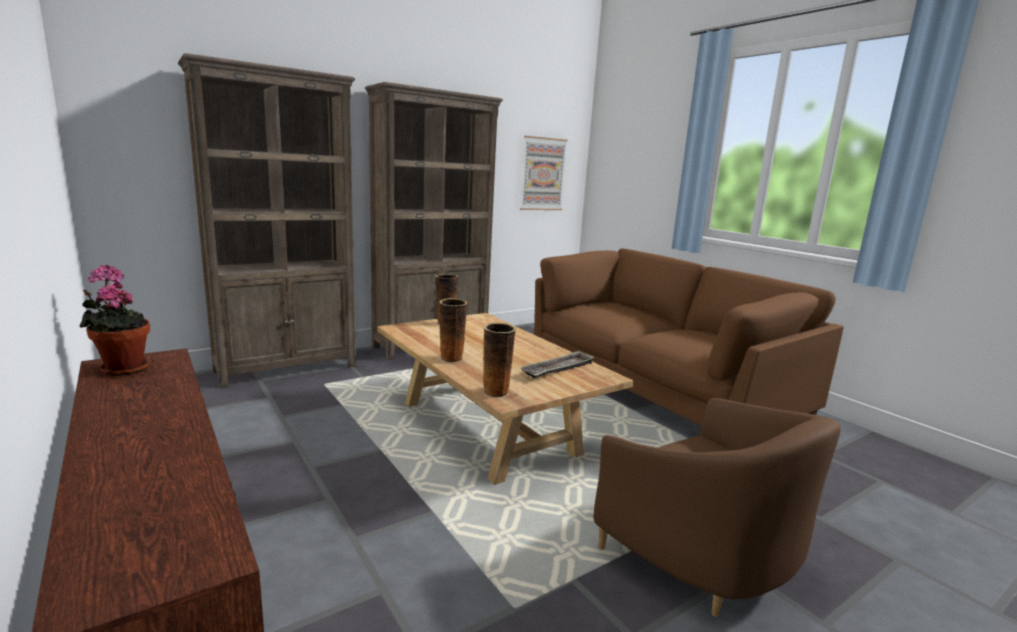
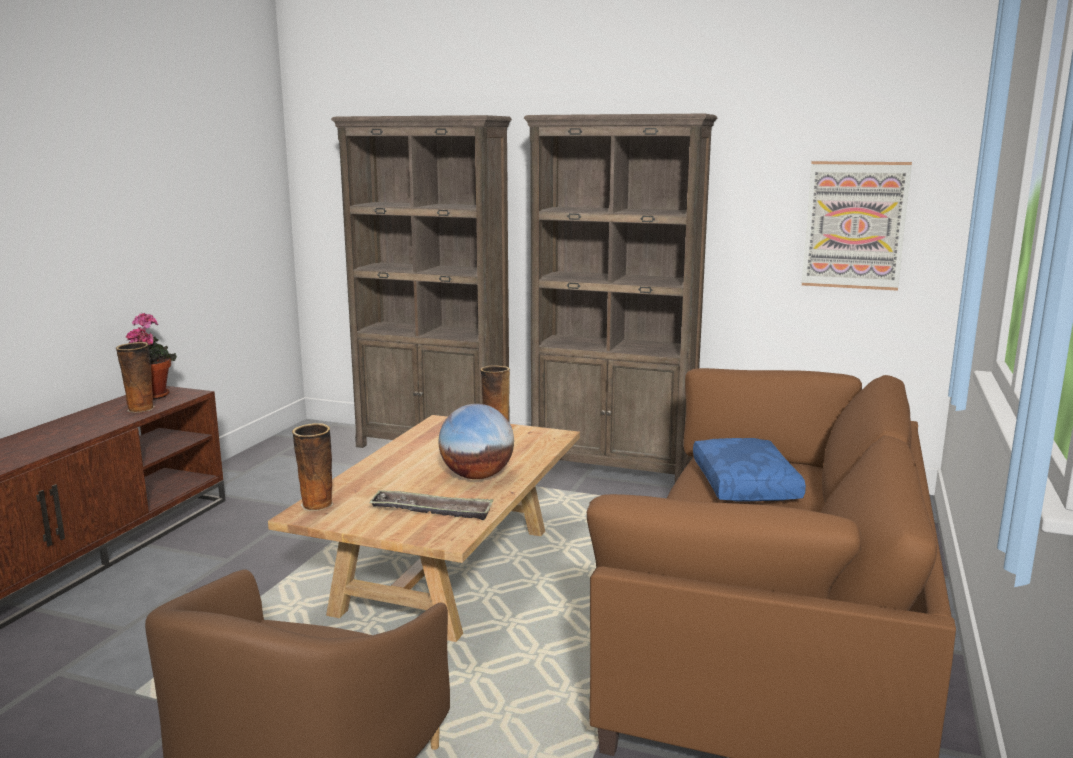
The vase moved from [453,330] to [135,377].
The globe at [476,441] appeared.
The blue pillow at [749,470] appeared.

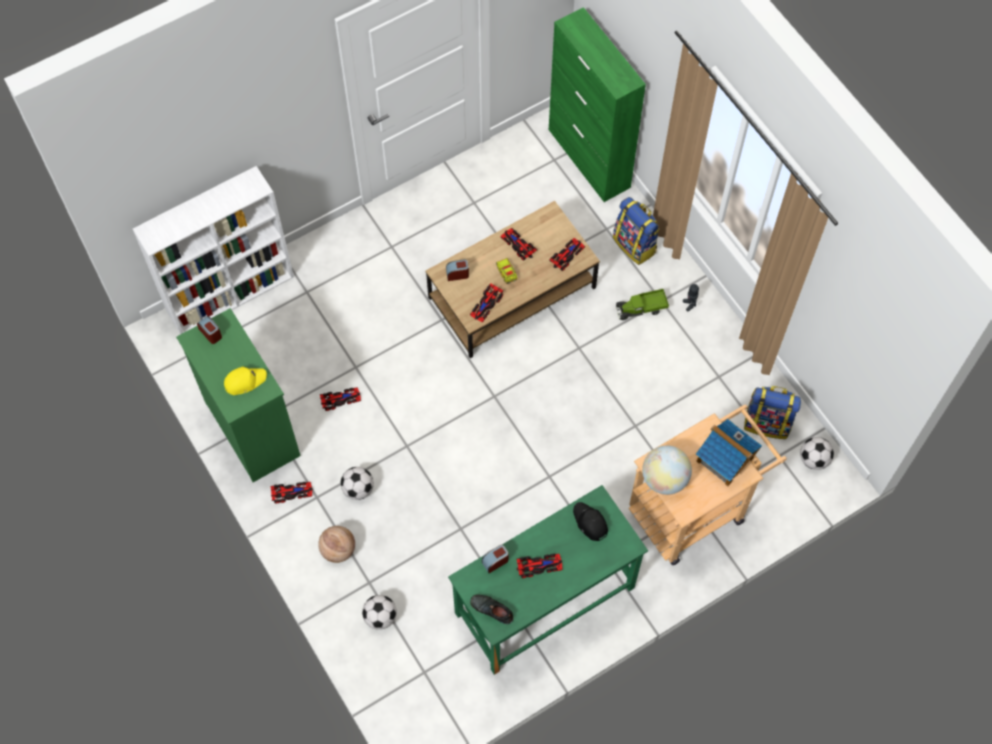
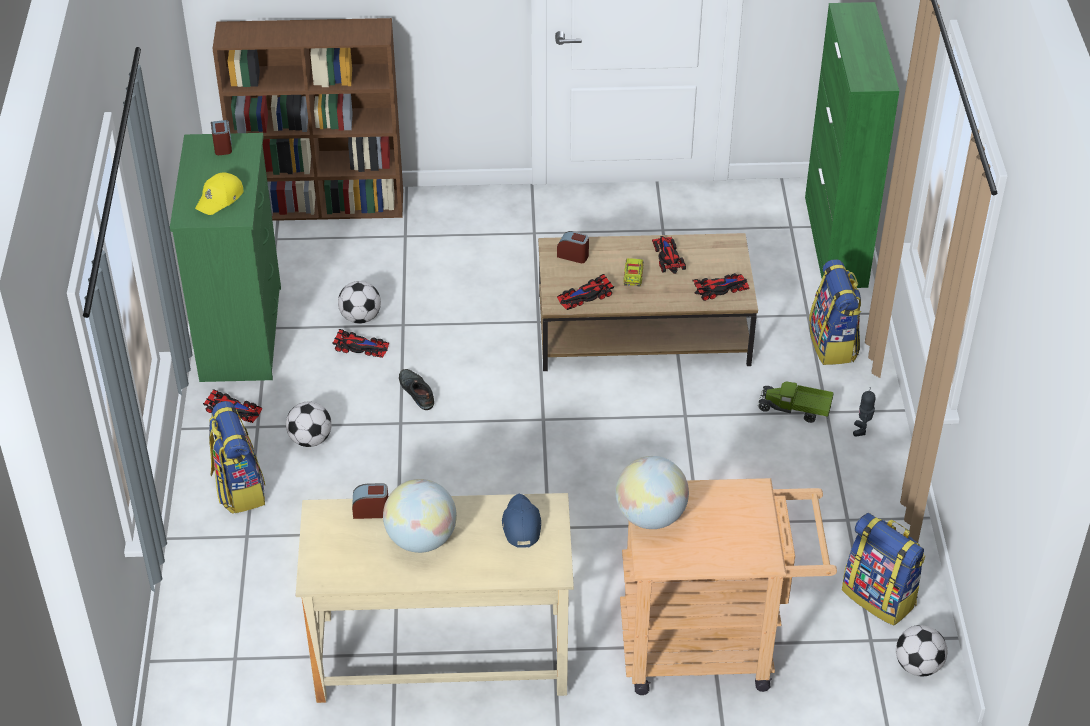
The white bookcase at [213,250] became the brown bookcase at [307,119].
The yellow cap at [245,380] turned 120 degrees clockwise.
The basketball at [336,544] was replaced by the backpack at [237,457].
The football moved from [379,612] to [359,302].
The green desk at [548,580] became the beige desk at [435,598].
The black shoe moved from [492,609] to [416,389].
The toy car at [539,566] was replaced by the globe at [420,516].
The black cap at [590,521] became the blue cap at [521,521].
The toy house at [729,452] disappeared.

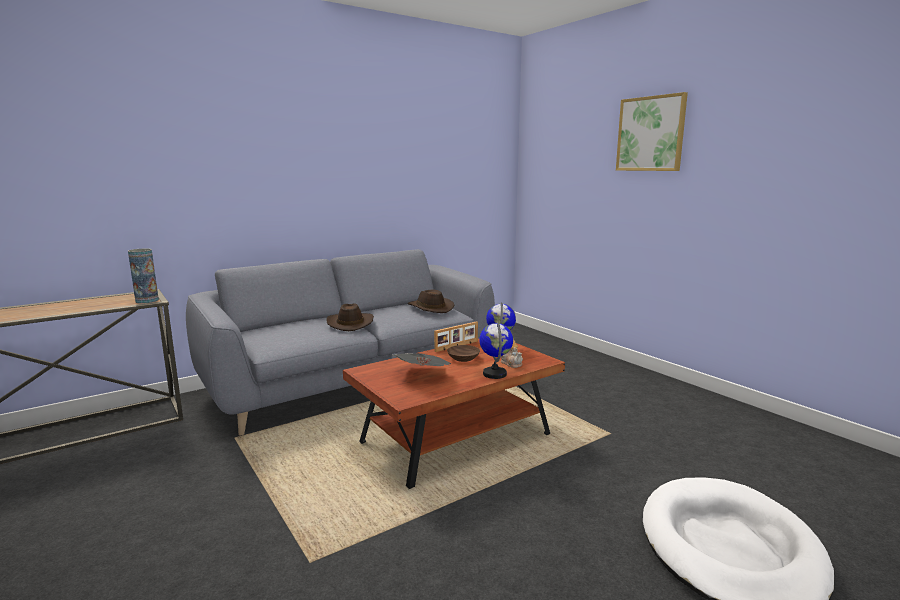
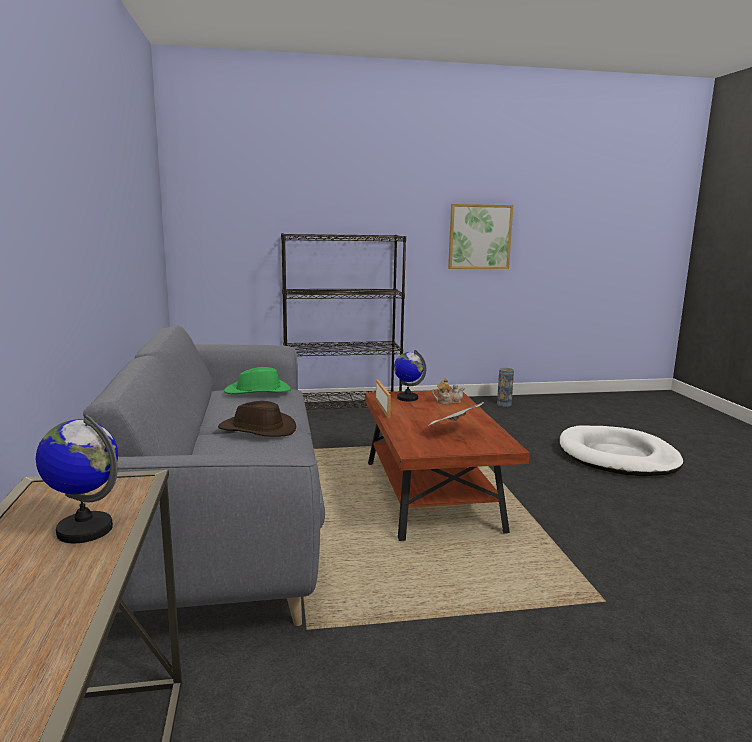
The vase moved from [143,276] to [505,387].
The brown hat at [431,301] became the green hat at [257,380].
The brown bowl at [463,353] disappeared.
The globe moved from [496,350] to [77,478].
The picture moved from [652,131] to [480,236].
The black bookcase at [343,321] appeared.

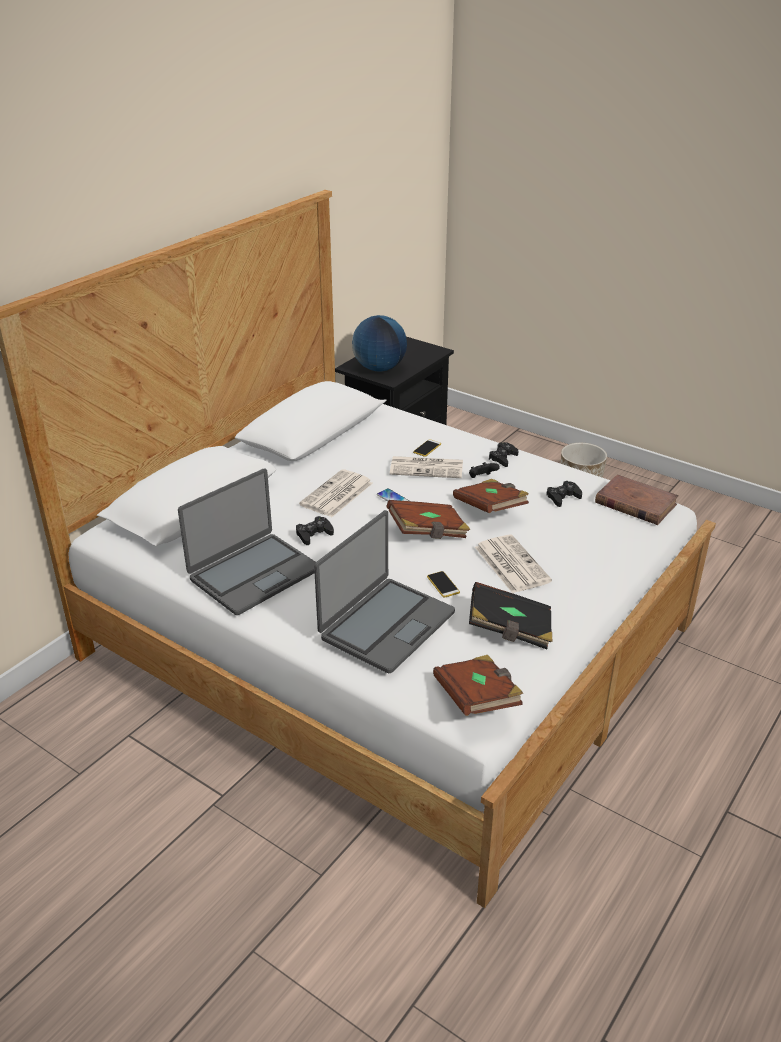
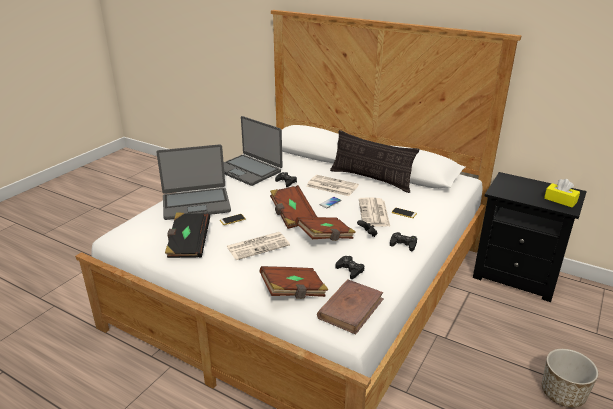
The laptop at [384,591] turned 45 degrees counterclockwise.
The globe at [379,343] disappeared.
The brown book moved from [478,685] to [293,282].
The pillow at [374,161] appeared.
The yellow tissue box at [562,193] appeared.

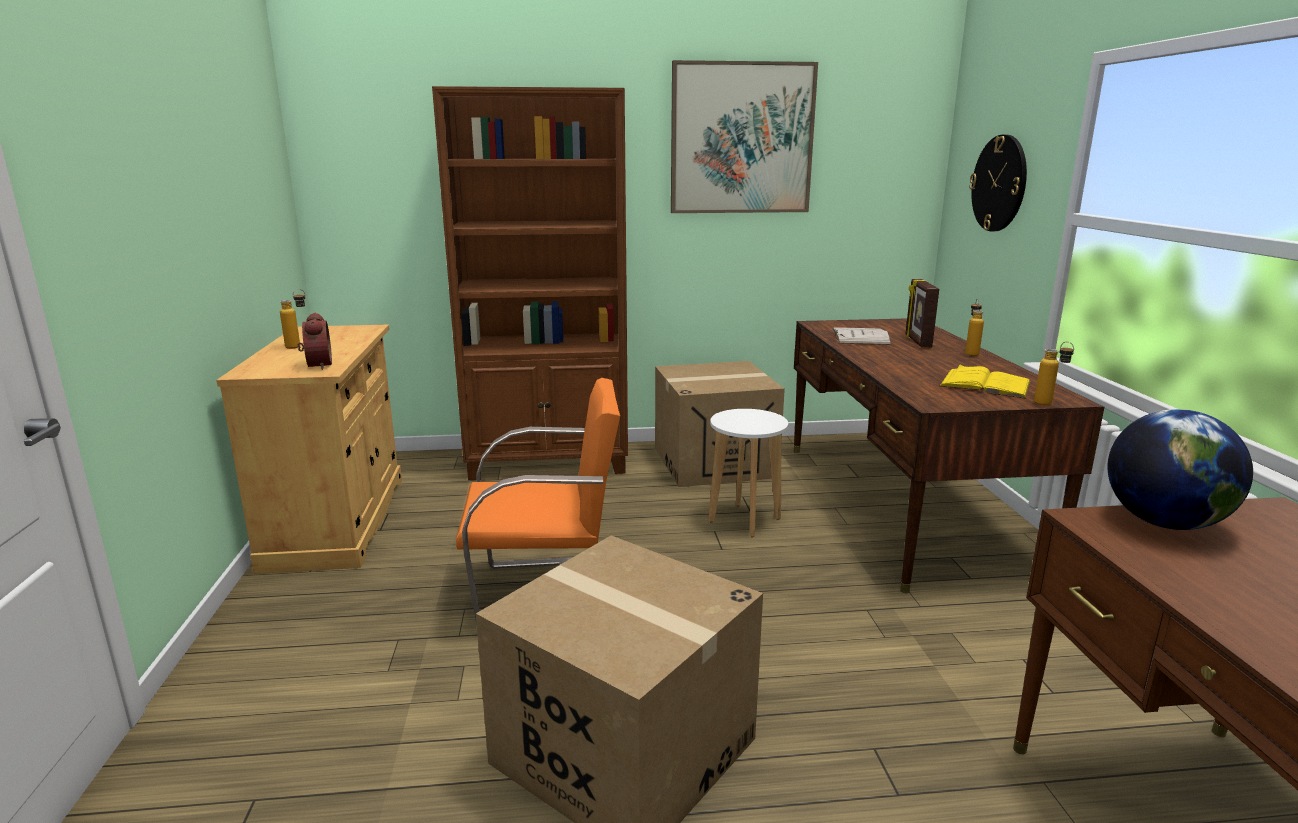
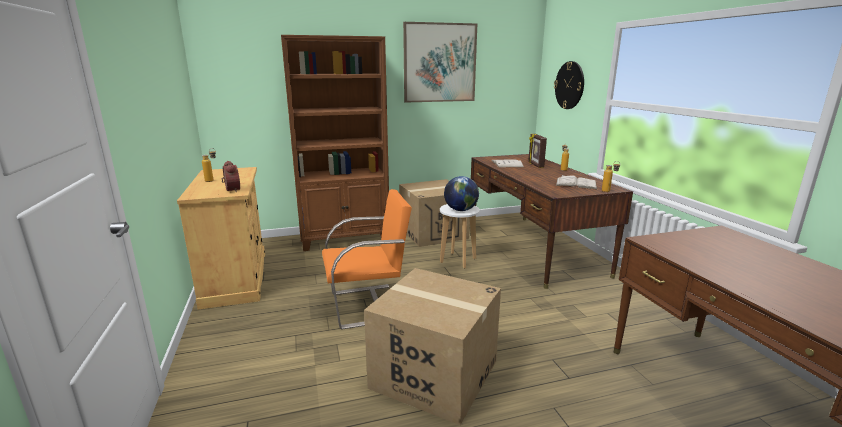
The yellow book at [985,382] became the white book at [577,182].
The globe moved from [1180,469] to [461,193].

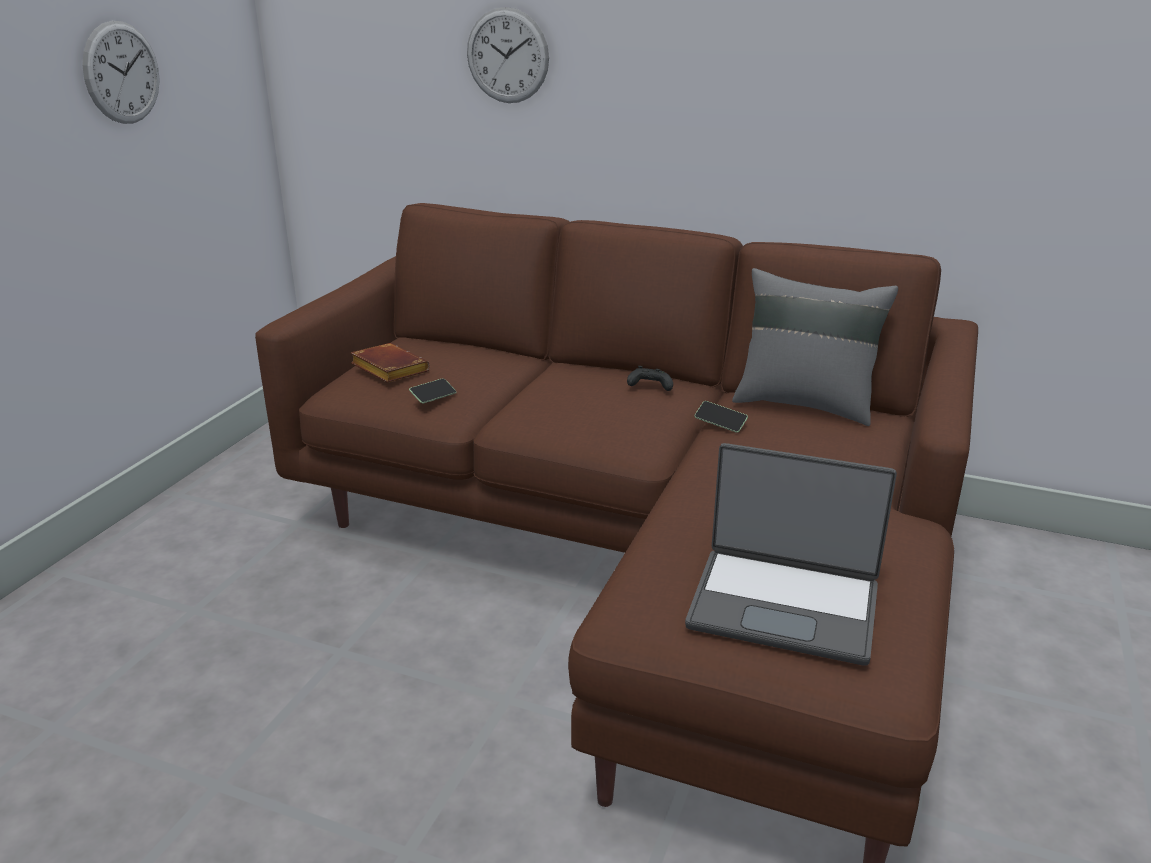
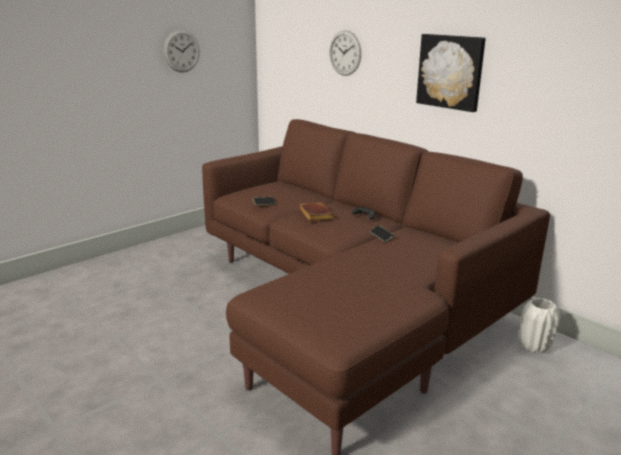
The brown book moved from [390,363] to [317,212].
The laptop at [791,554] disappeared.
The grey pillow at [815,347] disappeared.
The picture at [451,73] appeared.
The white vase at [540,326] appeared.

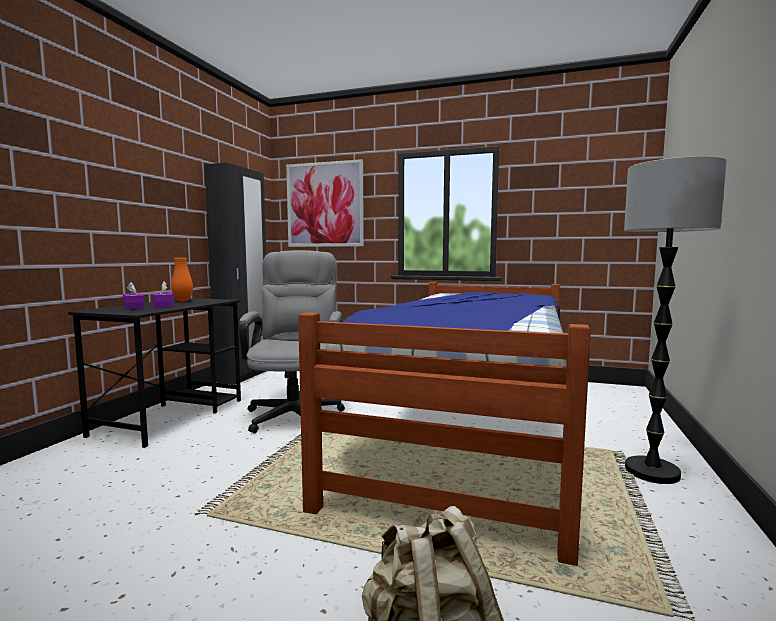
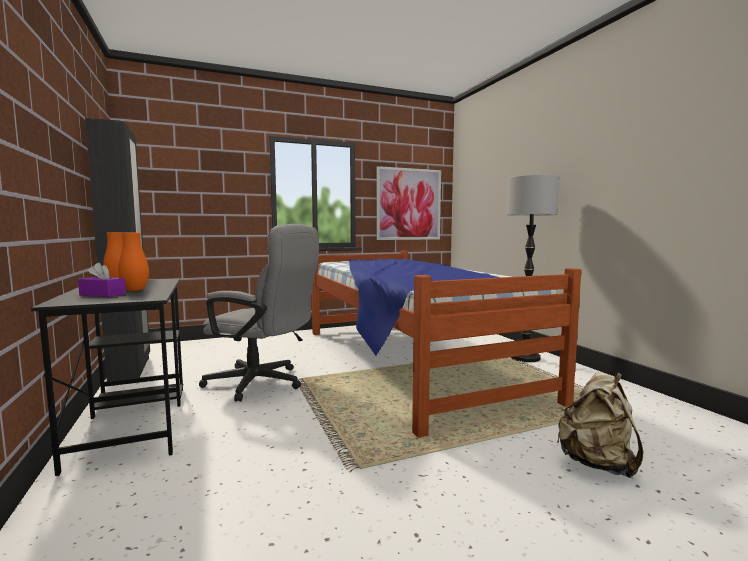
The purple tissue box at [163,294] was replaced by the orange vase at [133,262].
The grey office chair at [292,341] turned 150 degrees clockwise.
The picture moved from [325,203] to [409,203].

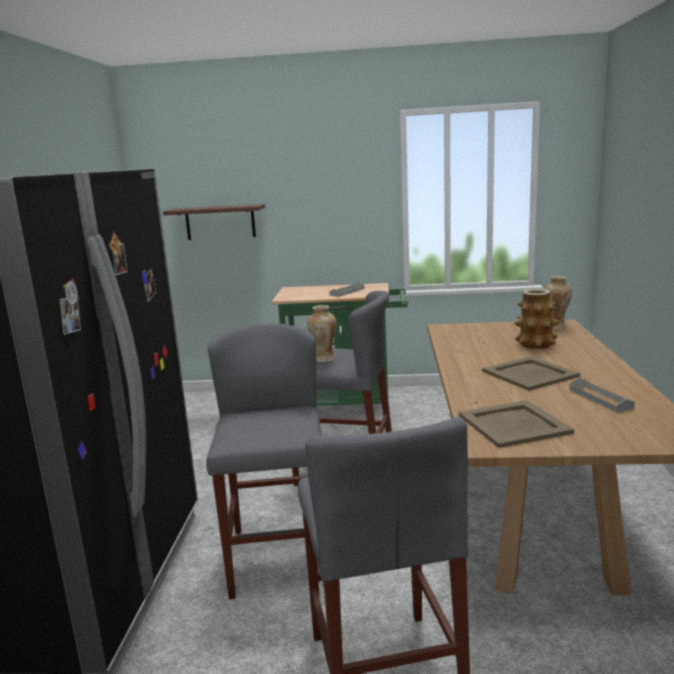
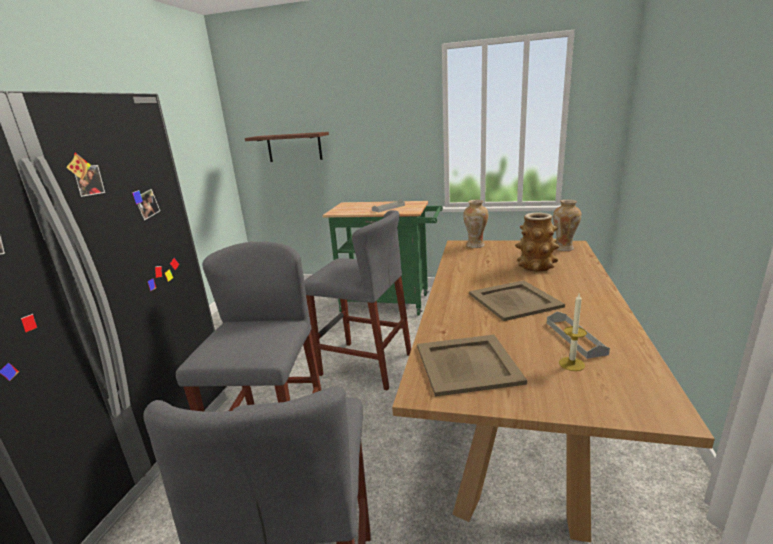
The vase moved from [322,333] to [475,224].
The candle at [573,331] appeared.

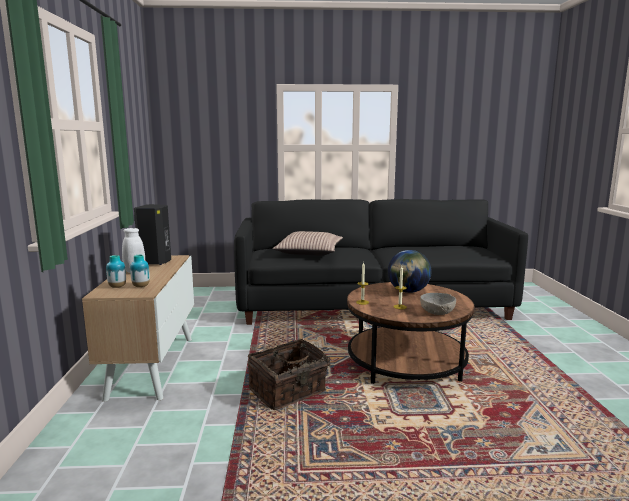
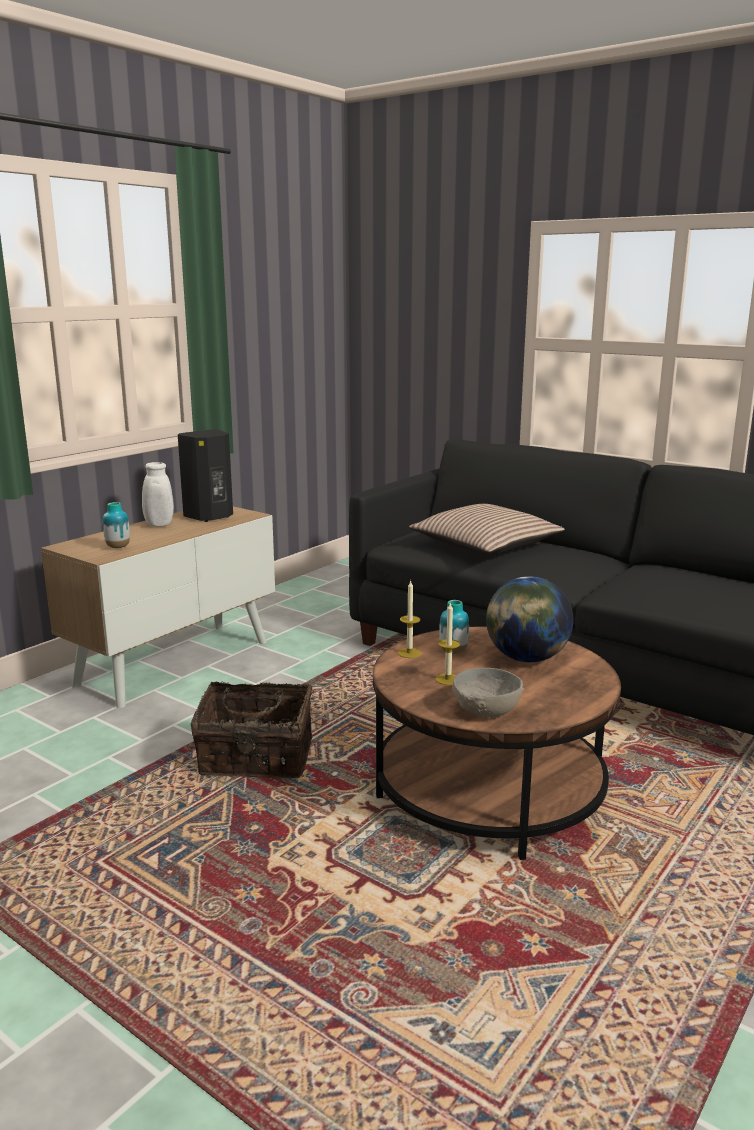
The vase moved from [116,271] to [454,627].

